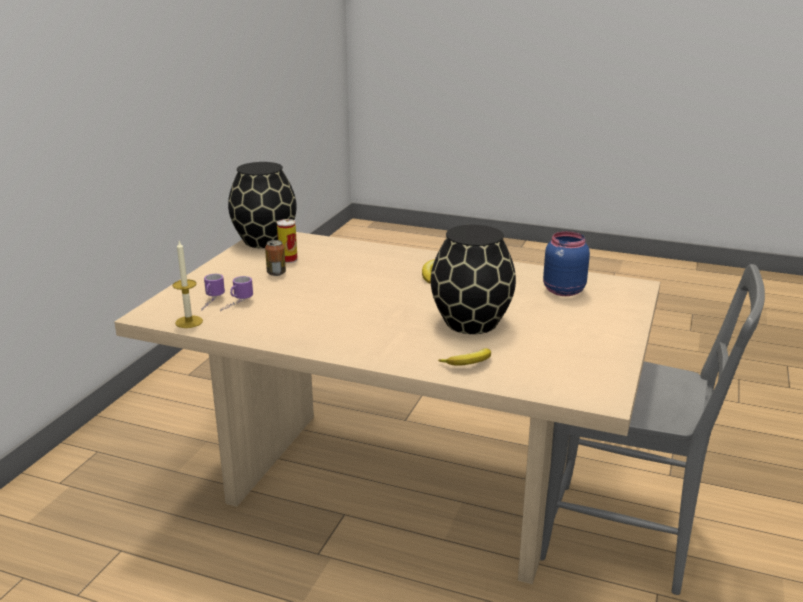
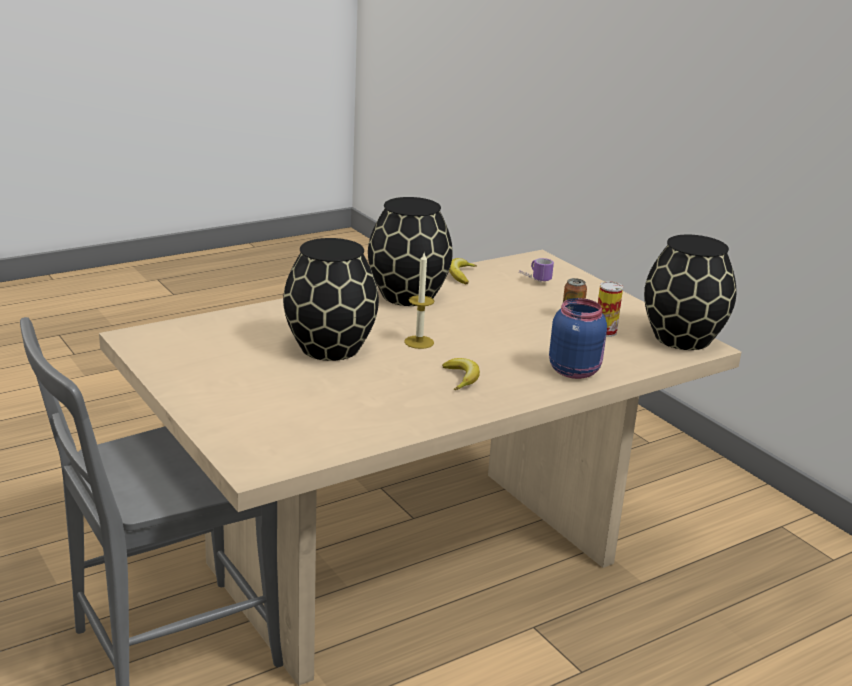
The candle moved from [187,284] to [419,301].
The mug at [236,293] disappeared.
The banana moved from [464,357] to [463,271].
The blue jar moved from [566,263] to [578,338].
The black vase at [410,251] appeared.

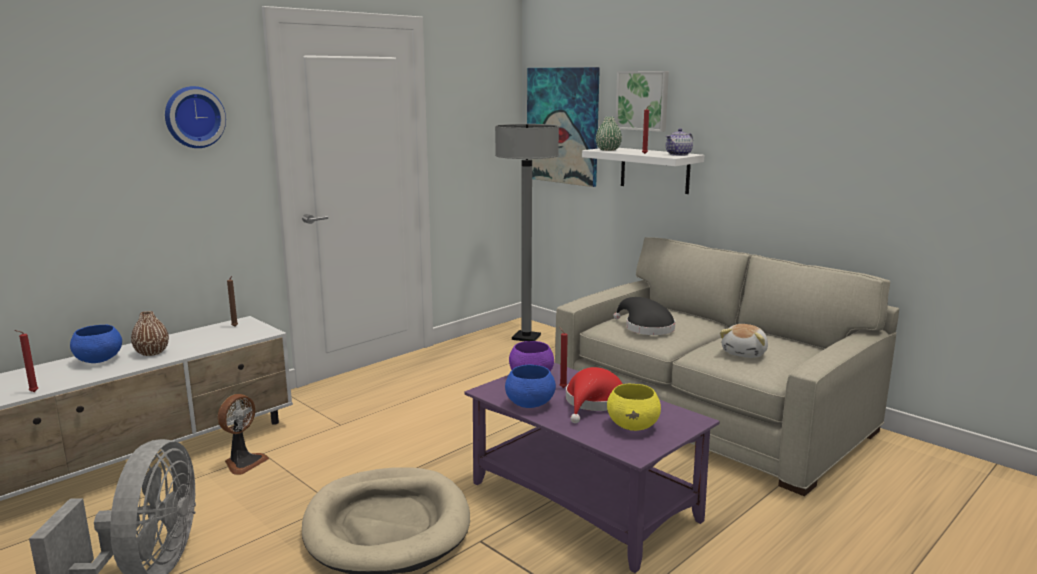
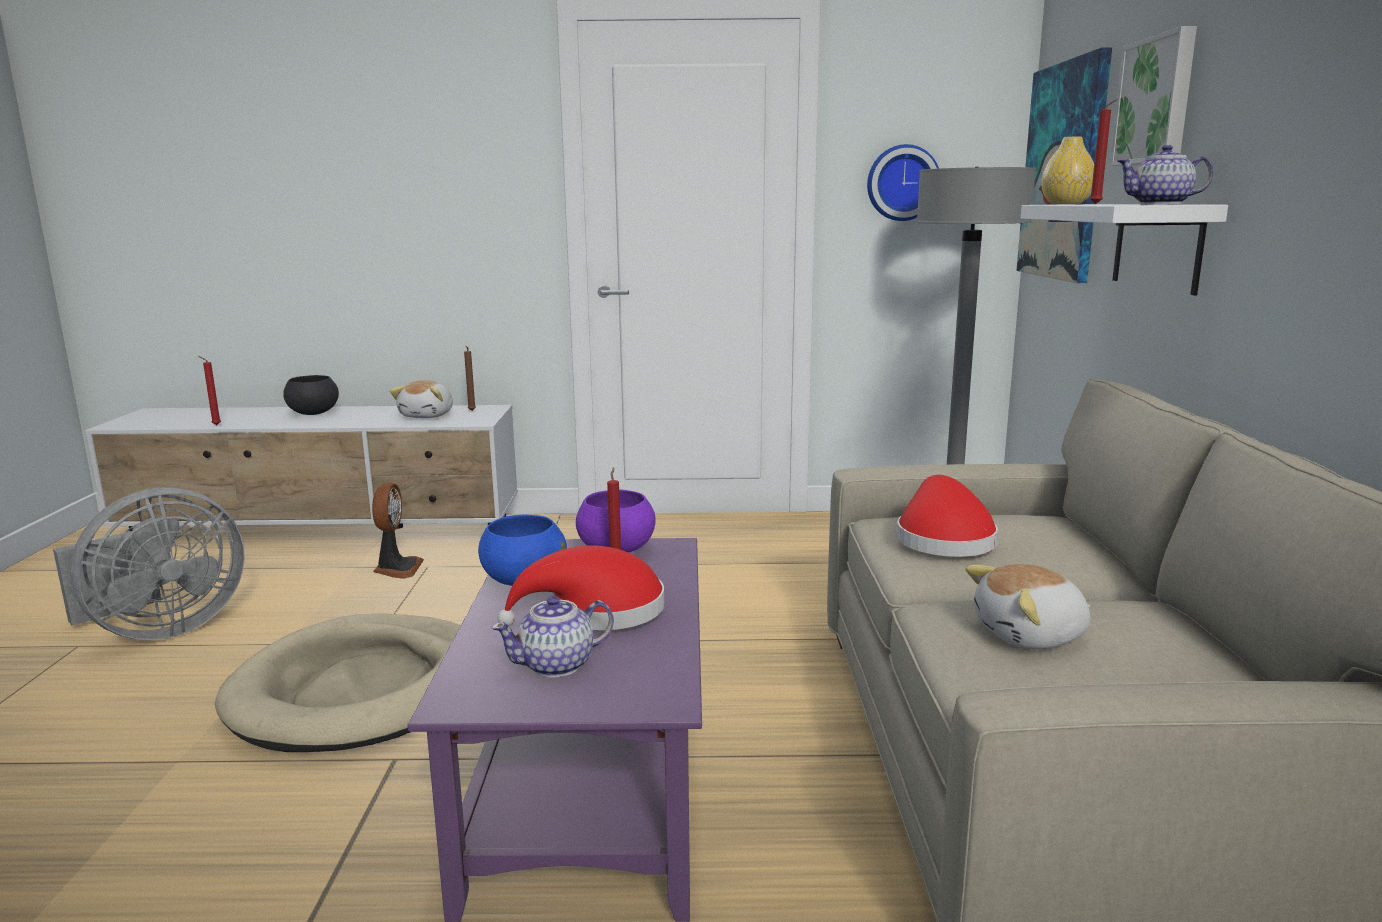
The blue bowl at [96,344] became the black bowl at [311,395].
The brown vase at [150,333] disappeared.
The wall clock moved from [195,117] to [903,182].
The fan at [243,434] turned 75 degrees counterclockwise.
The green vase at [609,134] became the yellow vase at [1067,170].
The yellow bowl at [634,407] was replaced by the teapot at [552,636].
The black hat at [644,316] became the red hat at [947,516].
The plush toy at [421,399] appeared.

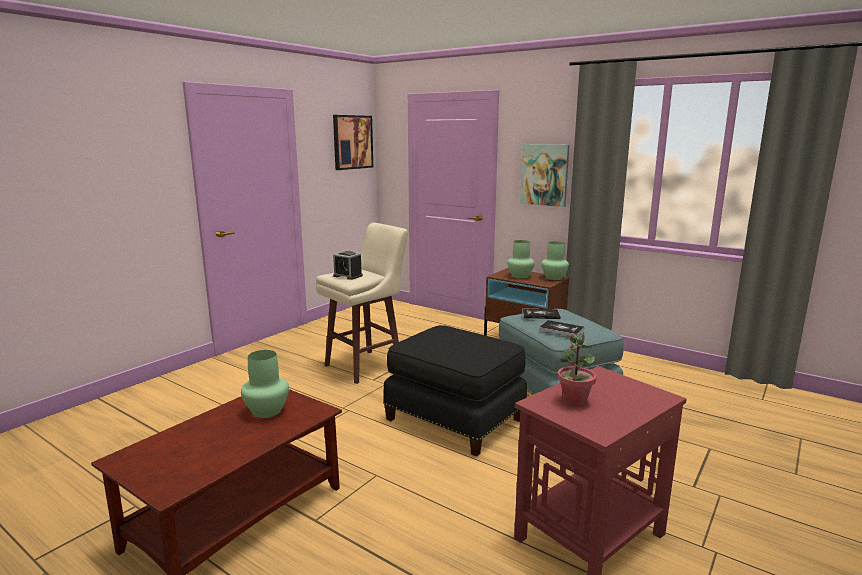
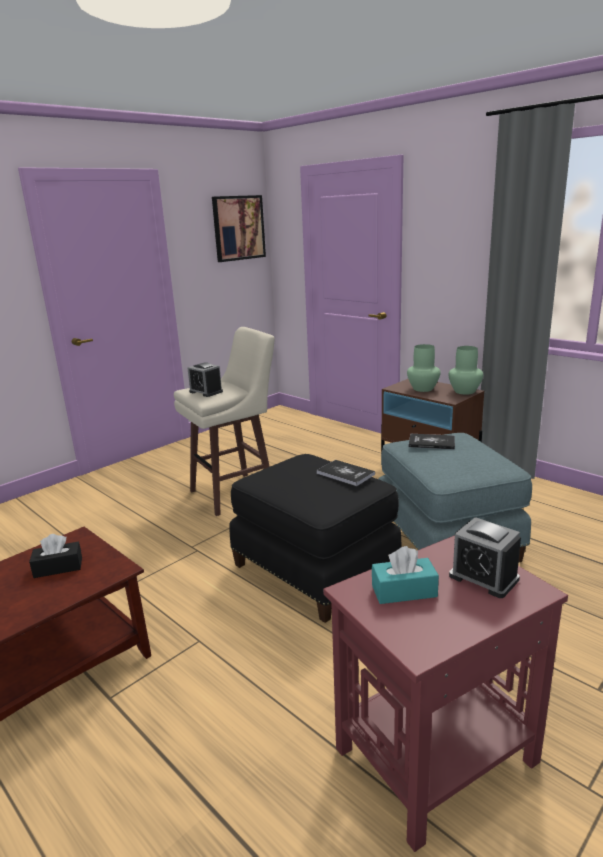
The green vase at [265,384] was replaced by the black tissue box at [55,556].
The picture at [544,175] disappeared.
The book moved from [561,328] to [346,473].
The potted plant at [576,369] was replaced by the turquoise tissue box at [405,575].
The alarm clock at [485,557] appeared.

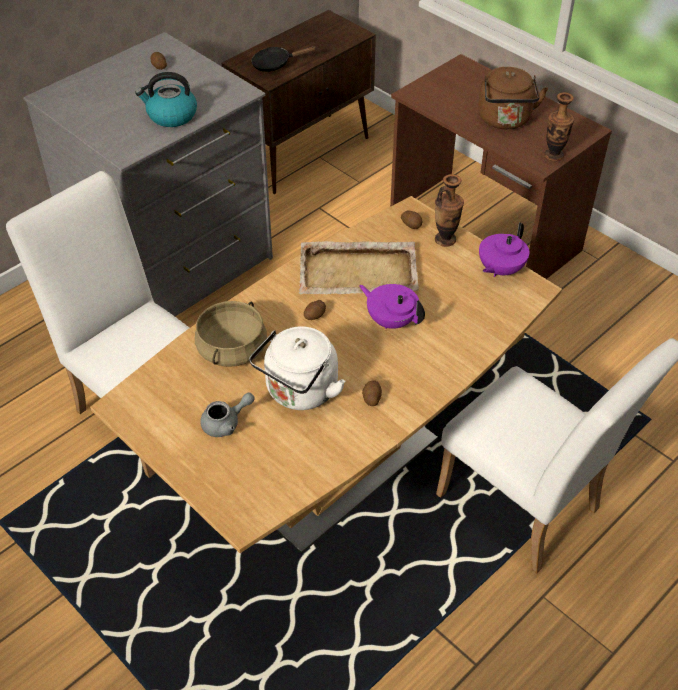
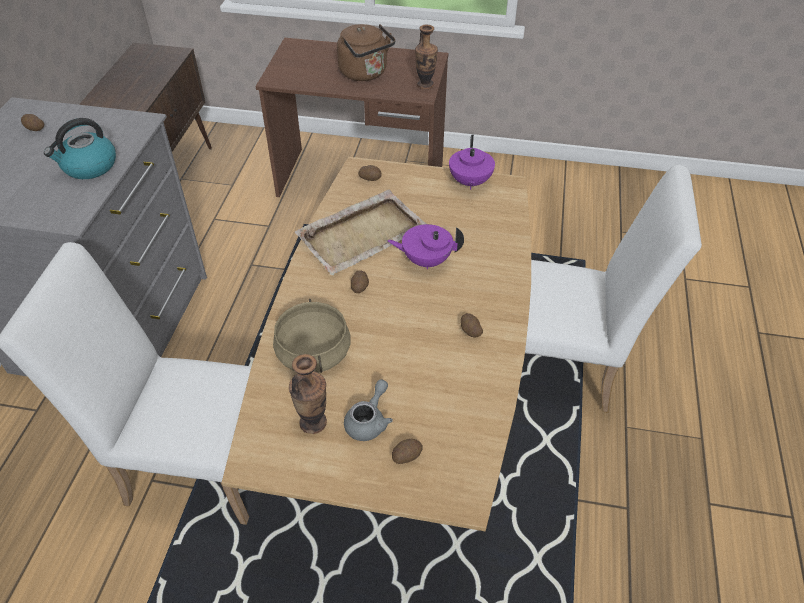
The white kettle at [297,368] disappeared.
The black frying pan at [283,59] disappeared.
The vase moved from [449,210] to [308,394].
The potato at [407,451] appeared.

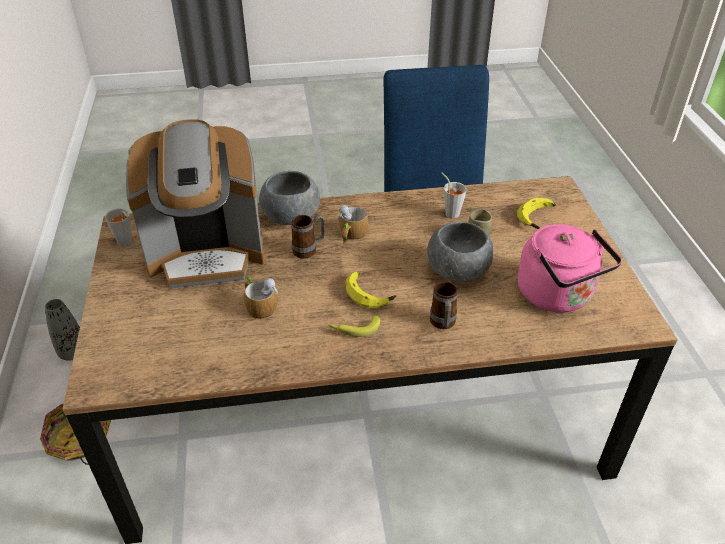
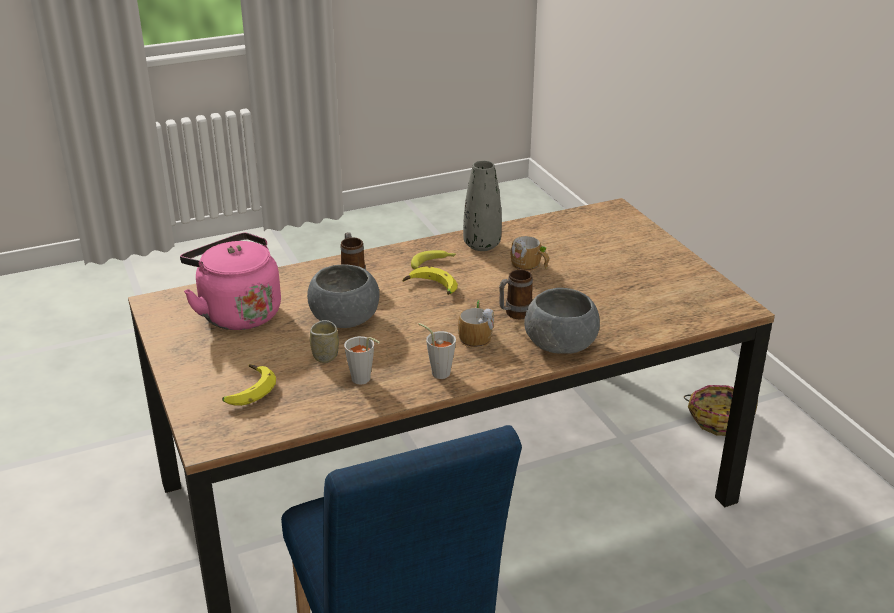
The grey vase moved from [62,330] to [482,206].
The grey cup moved from [118,227] to [437,351].
The coffee machine at [195,204] disappeared.

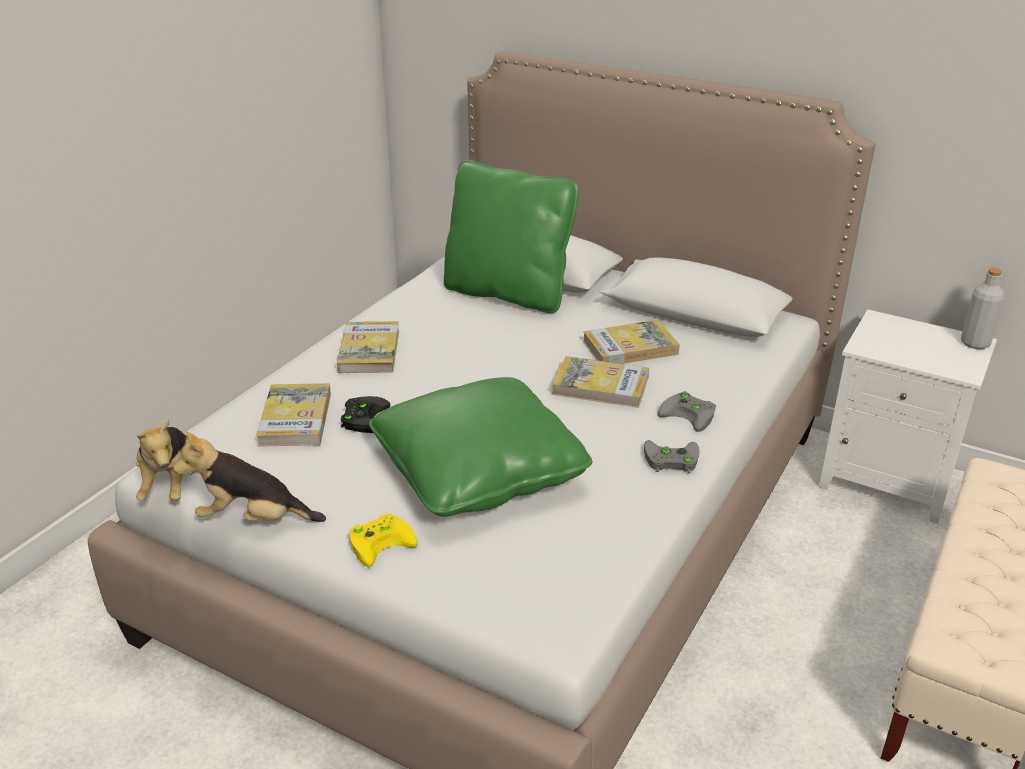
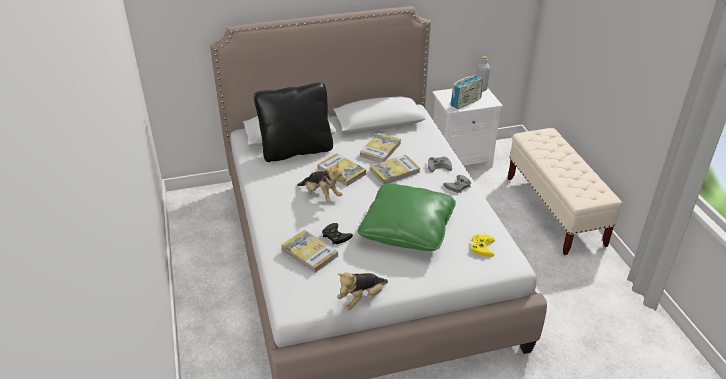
The plush toy moved from [162,460] to [321,182].
The book moved from [368,347] to [341,169].
The yellow game controller moved from [383,540] to [483,245].
The green pillow at [511,236] became the black pillow at [293,122].
The radio at [466,92] appeared.

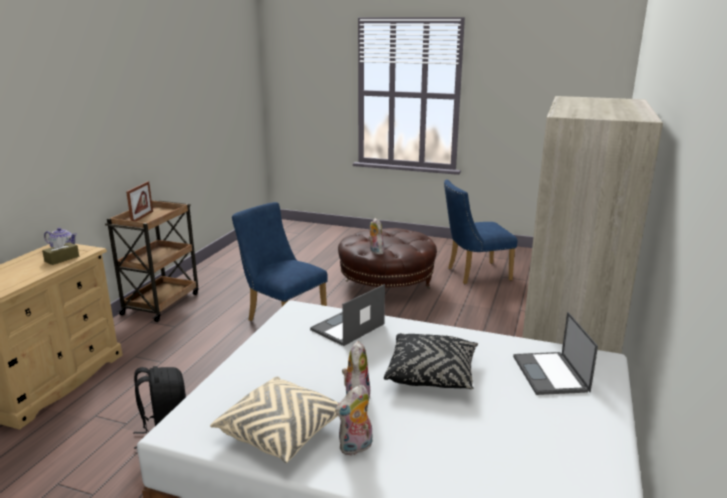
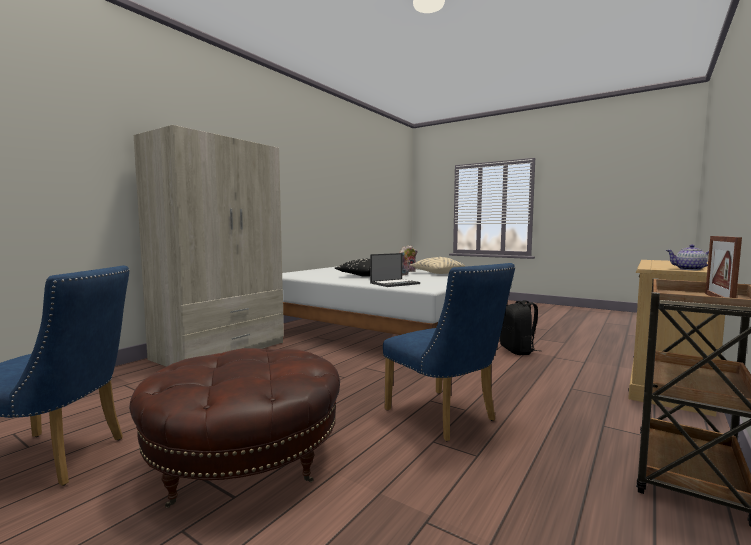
The brown tissue box at [60,251] disappeared.
The plush toy at [376,236] disappeared.
The laptop at [555,353] disappeared.

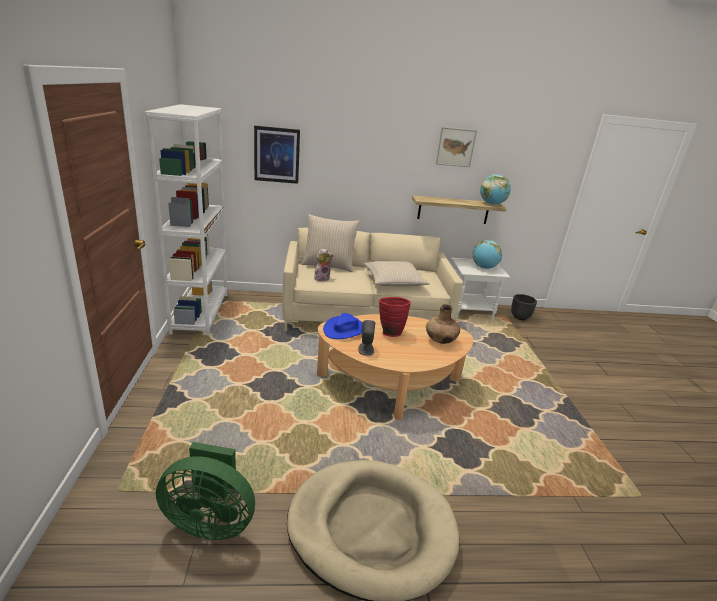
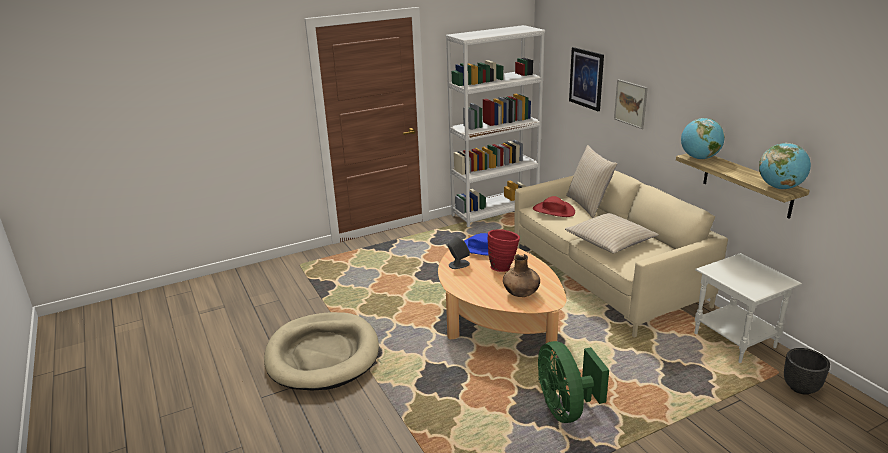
The green fan moved from [205,491] to [573,382].
The plush toy at [324,265] was replaced by the red hat at [554,206].
The picture moved from [456,147] to [631,104].
The globe moved from [487,254] to [703,138].

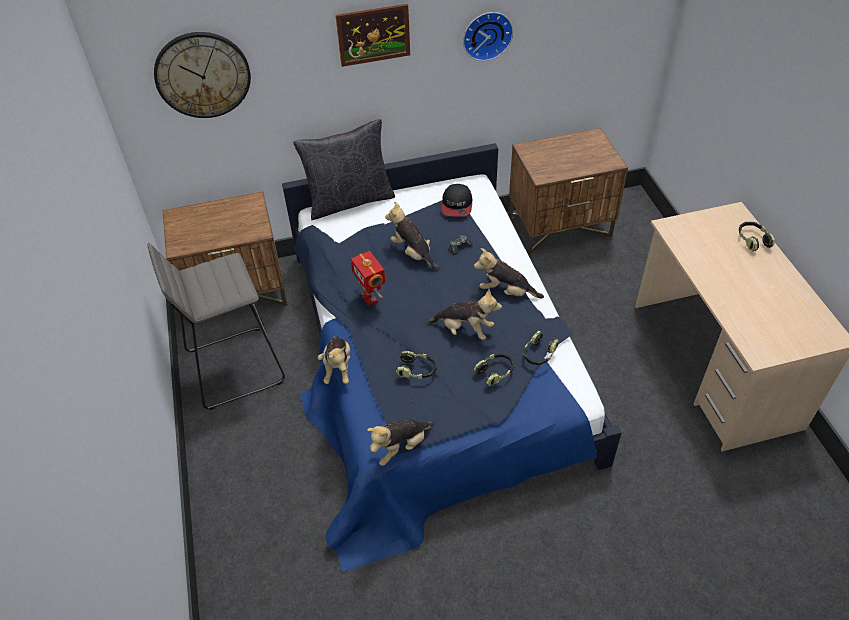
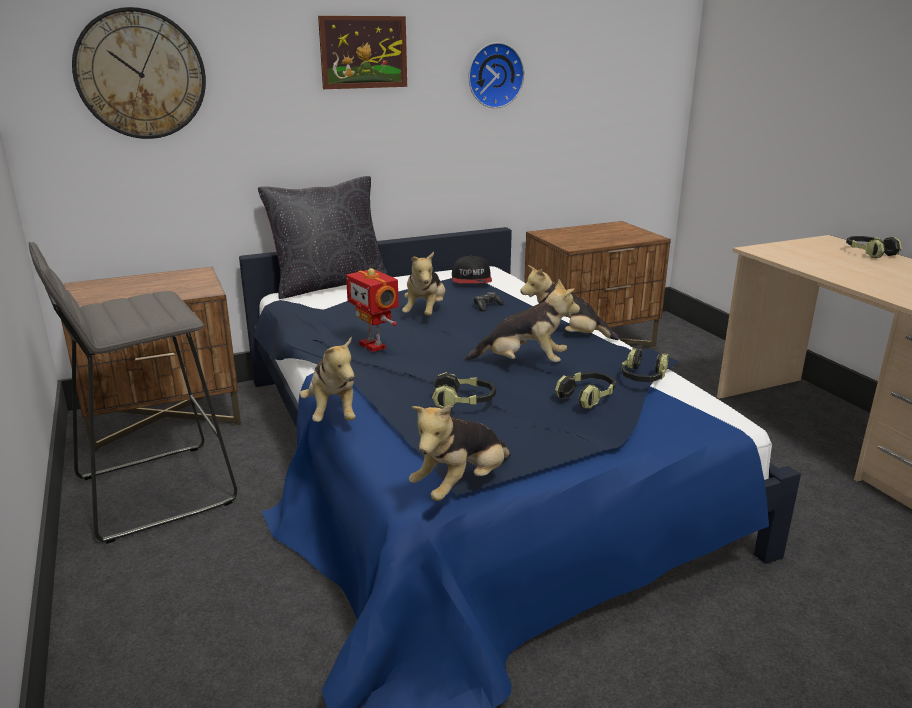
The plush toy at [412,236] turned 120 degrees counterclockwise.

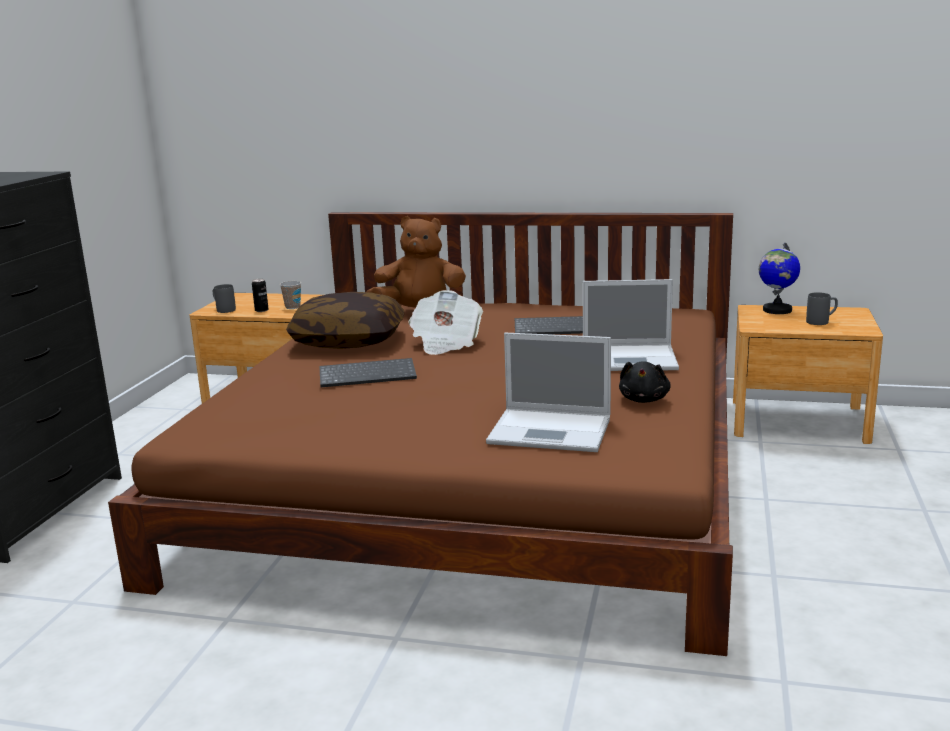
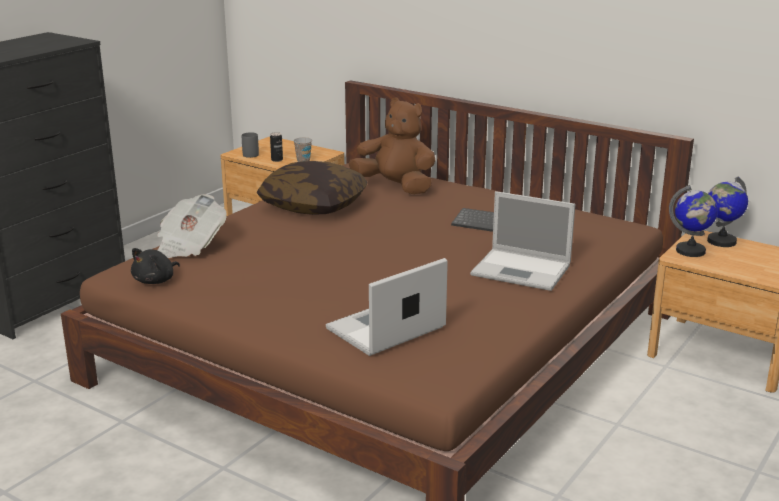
The keyboard at [368,372] disappeared.
The newspaper moved from [445,322] to [192,226].
The laptop at [548,392] turned 105 degrees clockwise.
The black plush toy moved from [645,382] to [155,266].
The grey mug at [822,308] disappeared.
The globe at [693,221] appeared.

